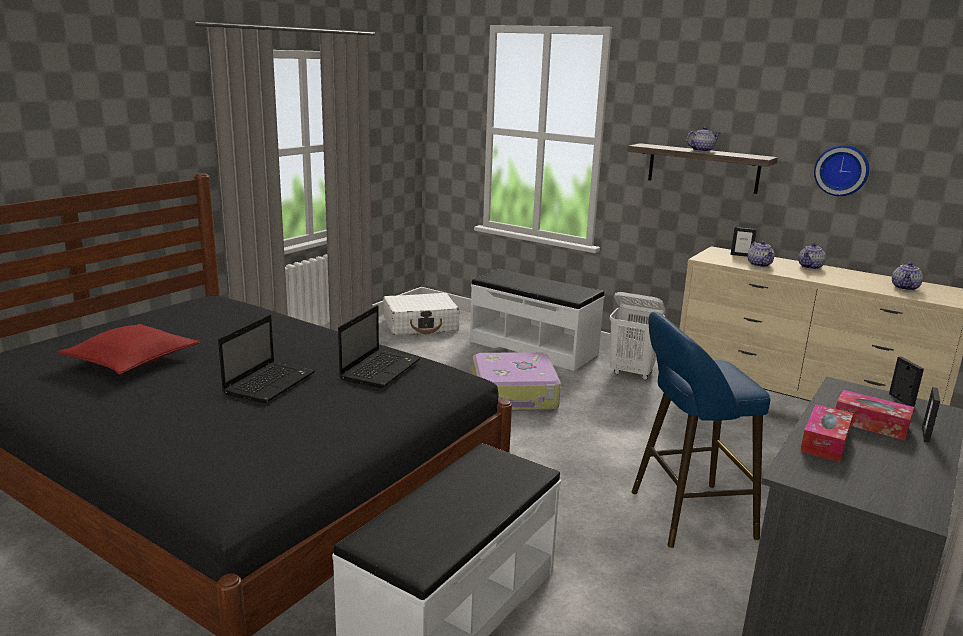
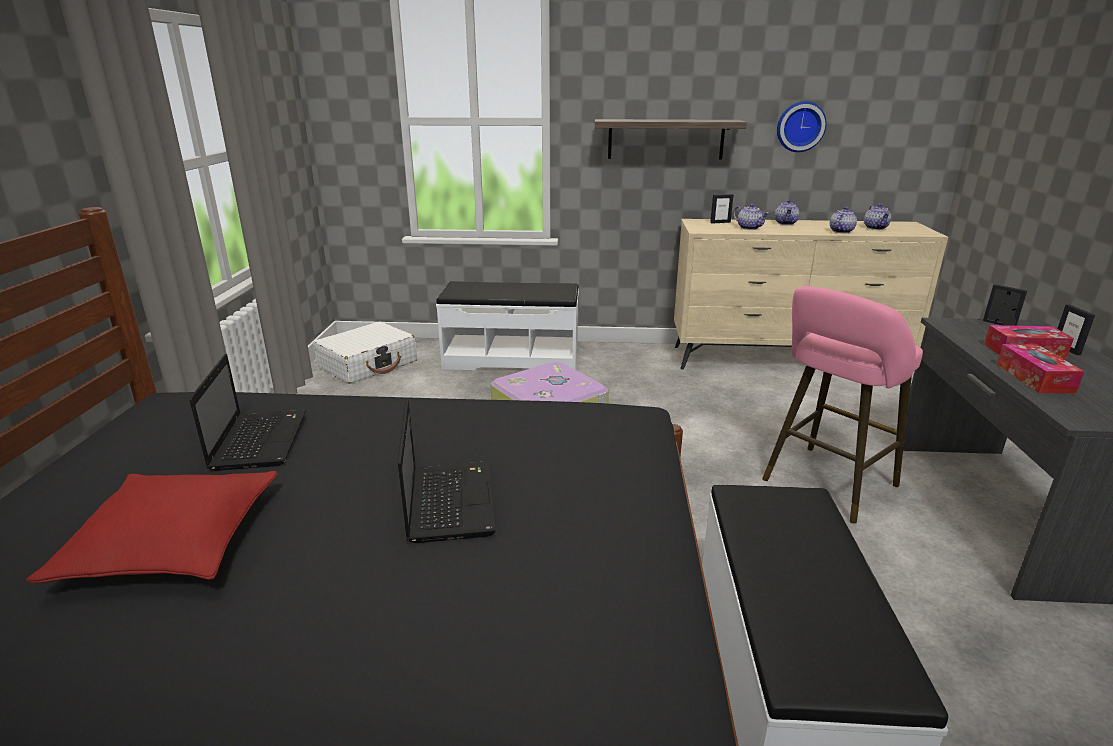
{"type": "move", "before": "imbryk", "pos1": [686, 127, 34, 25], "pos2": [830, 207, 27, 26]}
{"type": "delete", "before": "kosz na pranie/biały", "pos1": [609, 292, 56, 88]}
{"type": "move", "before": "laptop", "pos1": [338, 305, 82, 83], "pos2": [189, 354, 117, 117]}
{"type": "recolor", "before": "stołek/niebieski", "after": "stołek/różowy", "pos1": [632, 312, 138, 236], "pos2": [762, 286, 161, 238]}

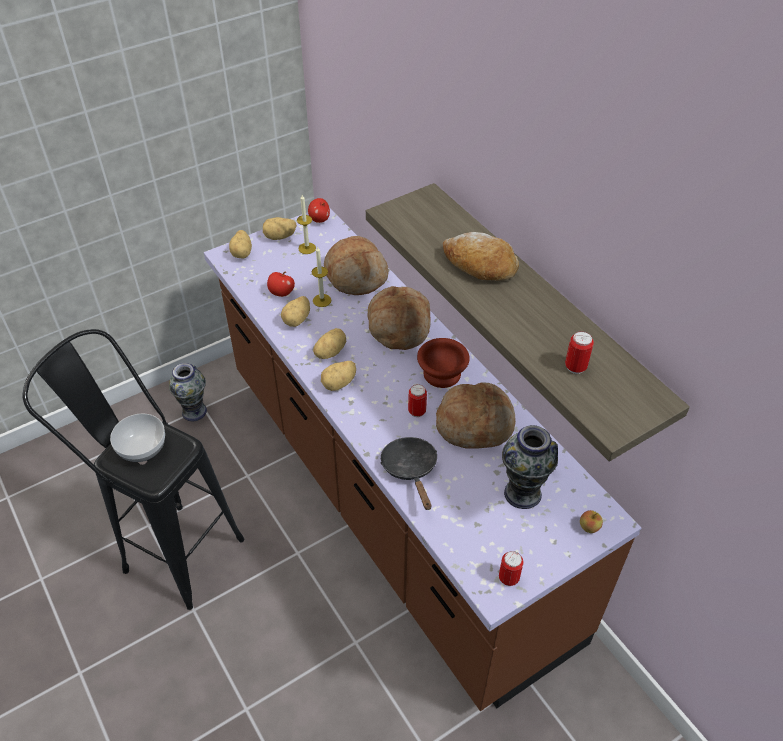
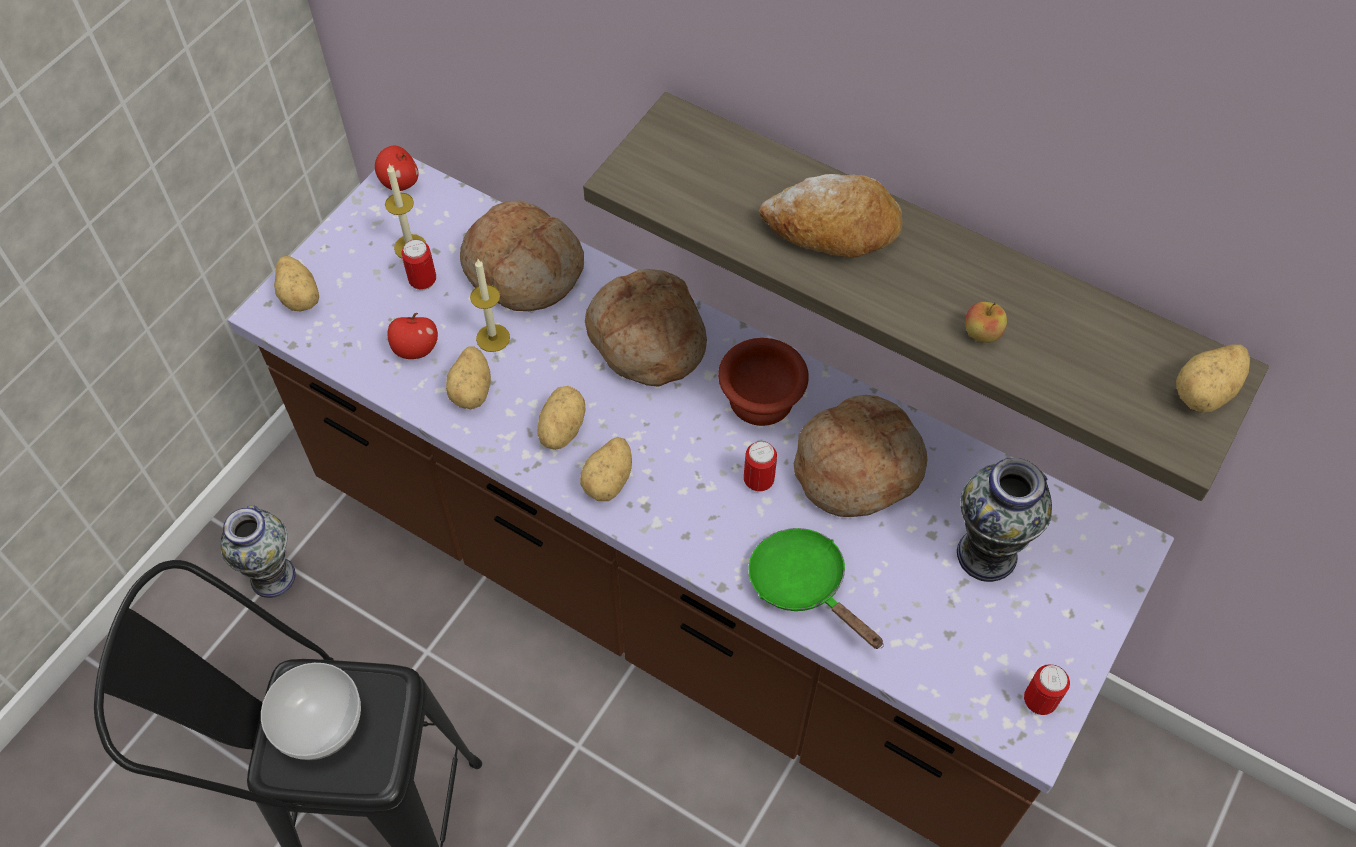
{"type": "move", "before": "ziemniak", "pos1": [263, 217, 34, 23], "pos2": [1176, 344, 74, 69]}
{"type": "move", "before": "puszka", "pos1": [565, 331, 29, 43], "pos2": [401, 239, 35, 51]}
{"type": "recolor", "before": "patelnia/czarny", "after": "patelnia/zielony", "pos1": [380, 437, 57, 73], "pos2": [749, 528, 135, 121]}
{"type": "move", "before": "jabłko", "pos1": [580, 510, 23, 23], "pos2": [965, 302, 42, 41]}

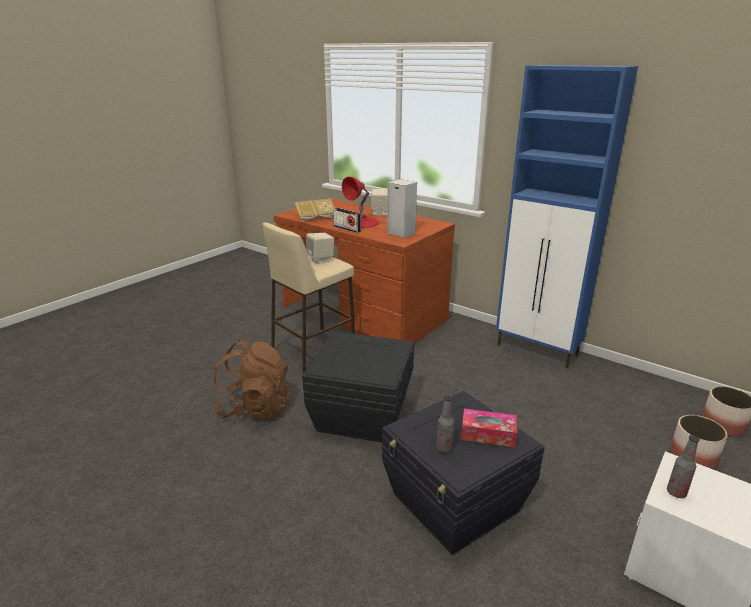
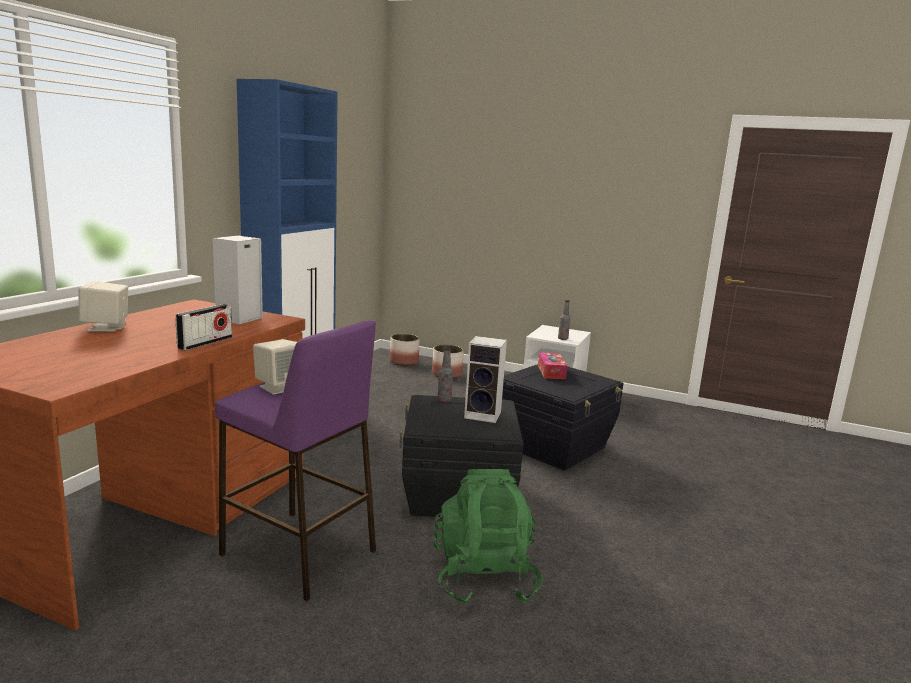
{"type": "delete", "before": "lampa stołowa/czerwony", "pos1": [342, 177, 37, 51]}
{"type": "delete", "before": "książka", "pos1": [294, 199, 41, 23]}
{"type": "recolor", "before": "stołek/beżowy", "after": "stołek/fioletowy", "pos1": [262, 223, 93, 150], "pos2": [215, 320, 161, 281]}
{"type": "recolor", "before": "plecak/brązowy", "after": "plecak/zielony", "pos1": [212, 340, 80, 79], "pos2": [433, 469, 110, 136]}
{"type": "move", "before": "butelka", "pos1": [436, 395, 18, 58], "pos2": [437, 347, 16, 55]}
{"type": "insert", "after": "głośnik", "pos2": [464, 336, 43, 87]}

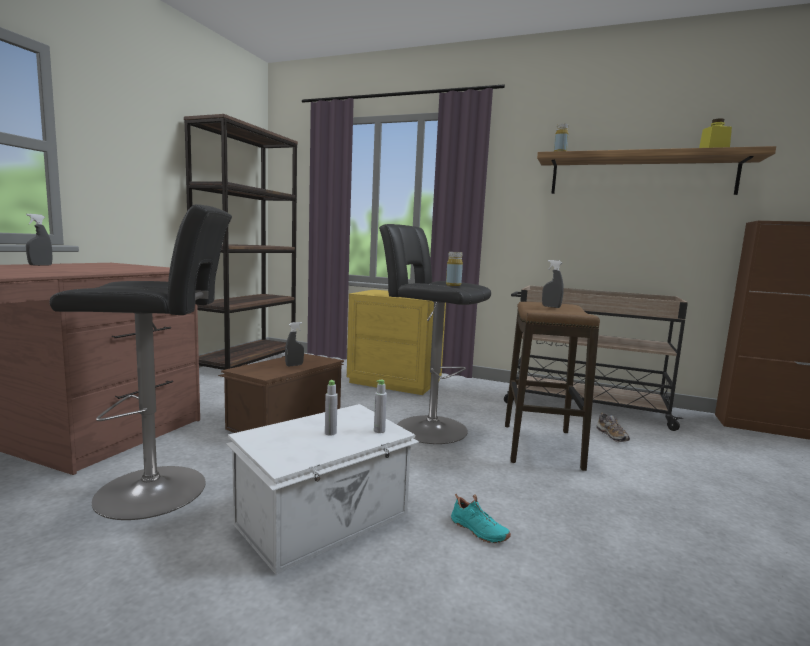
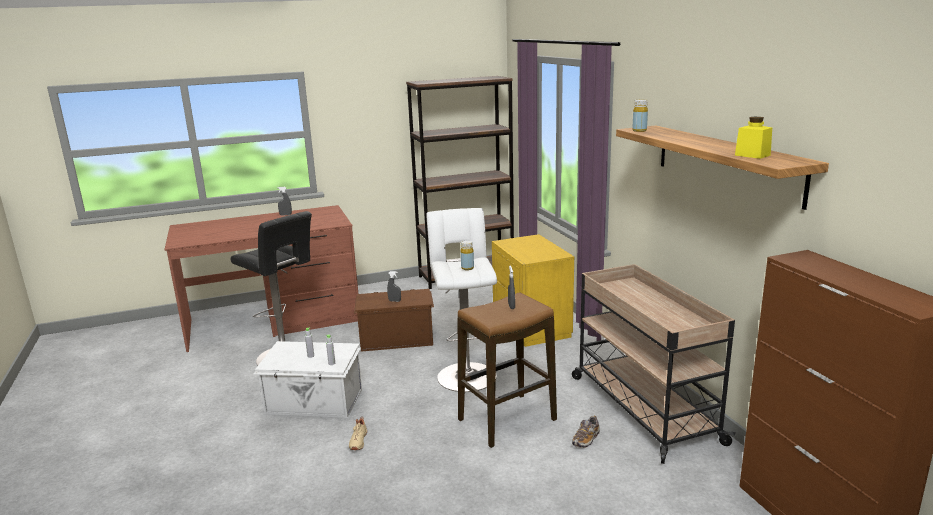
{"type": "recolor", "before": "stołek/czarny", "after": "stołek/biały", "pos1": [379, 224, 112, 220], "pos2": [426, 208, 71, 184]}
{"type": "recolor", "before": "but/turkusowy", "after": "but/beżowy", "pos1": [451, 494, 60, 49], "pos2": [349, 416, 18, 34]}

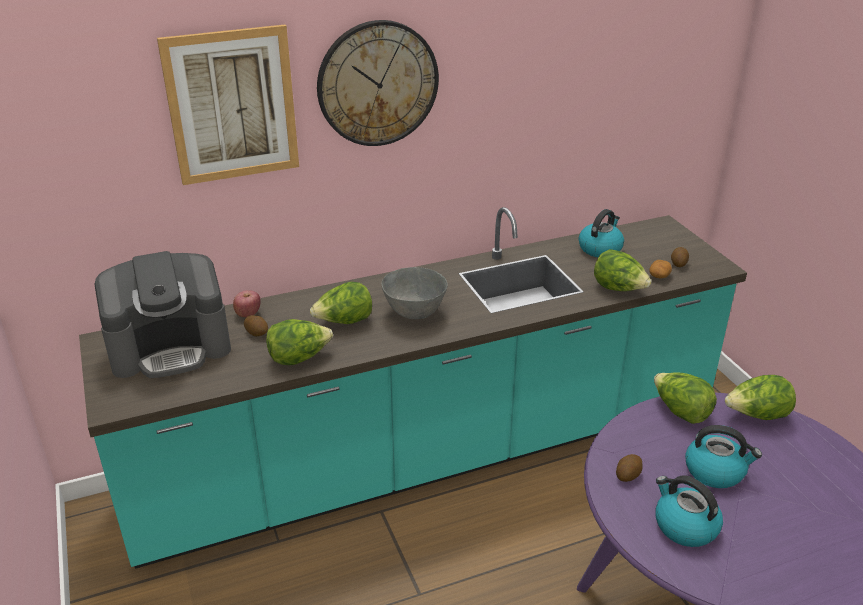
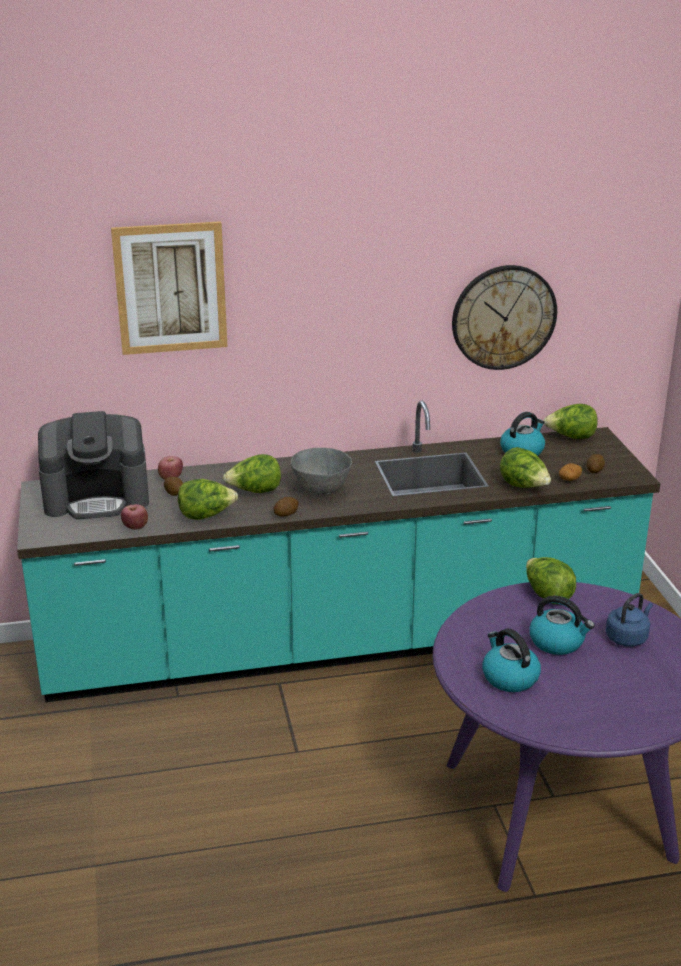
{"type": "move", "before": "zegar ścienny", "pos1": [317, 20, 122, 126], "pos2": [452, 265, 105, 105]}
{"type": "move", "before": "sałata", "pos1": [725, 375, 71, 45], "pos2": [544, 404, 54, 35]}
{"type": "move", "before": "ziemniak", "pos1": [616, 454, 27, 28], "pos2": [274, 497, 25, 20]}
{"type": "insert", "after": "jabłko", "pos2": [121, 504, 27, 26]}
{"type": "insert", "after": "czajnik/niebieski", "pos2": [606, 593, 47, 54]}

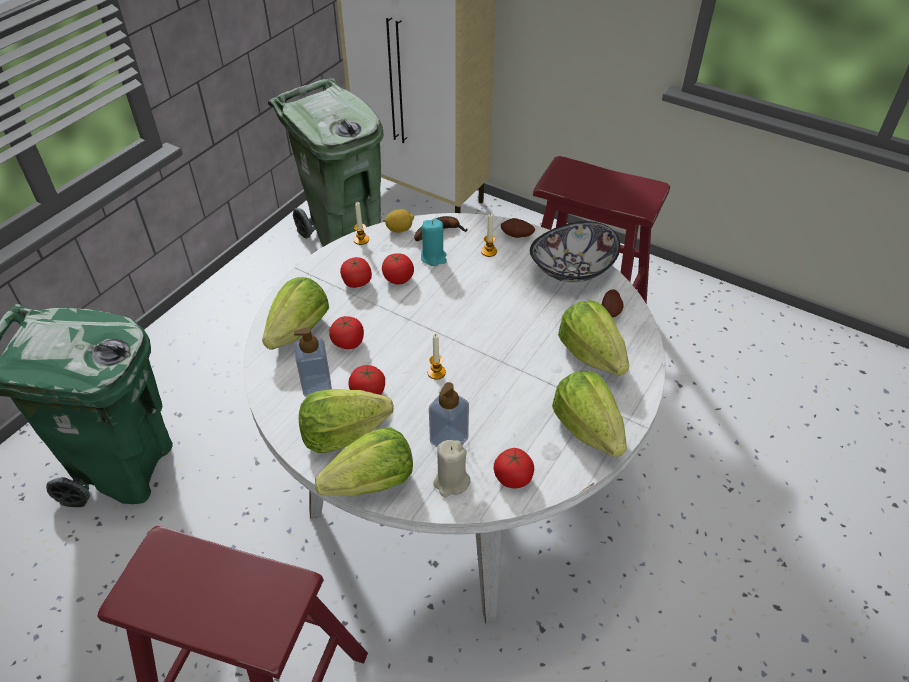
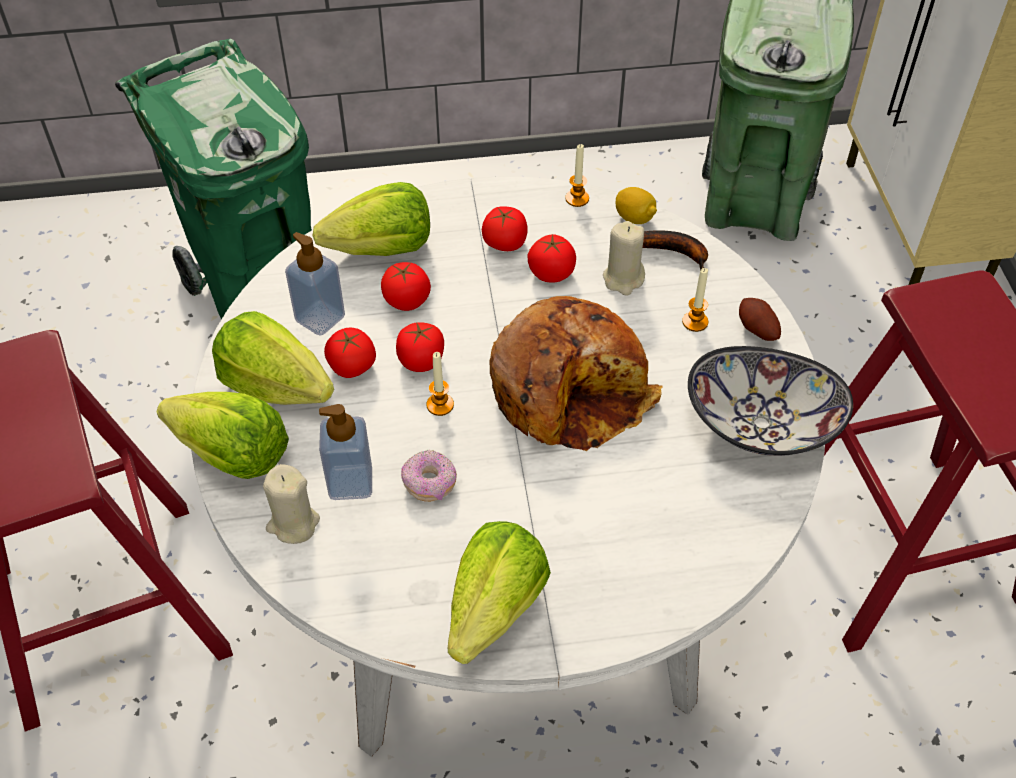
{"type": "recolor", "before": "świeca/turkusowy", "after": "świeca/beżowy", "pos1": [421, 218, 26, 48], "pos2": [603, 221, 42, 75]}
{"type": "delete", "before": "ziemniak", "pos1": [602, 289, 22, 29]}
{"type": "delete", "before": "sałata", "pos1": [558, 300, 71, 76]}
{"type": "move", "before": "pomidor", "pos1": [494, 448, 40, 40], "pos2": [396, 322, 48, 50]}
{"type": "insert", "after": "chleb", "pos2": [490, 296, 173, 155]}
{"type": "insert", "after": "donut", "pos2": [401, 450, 56, 52]}

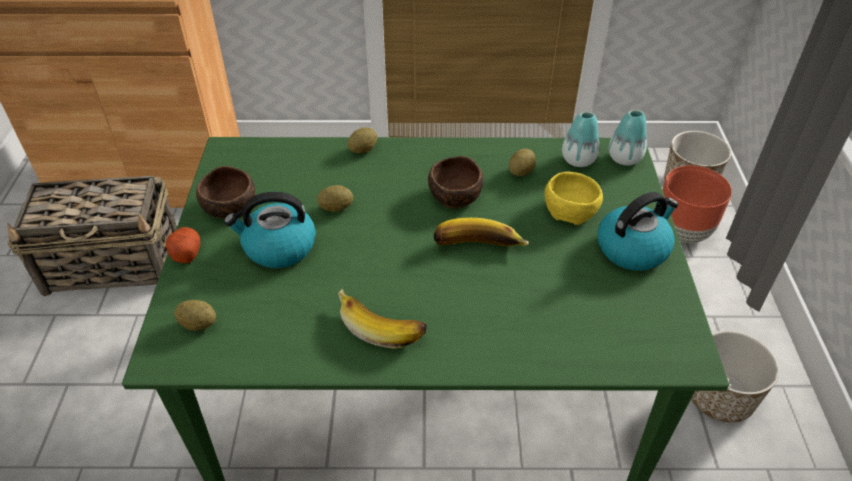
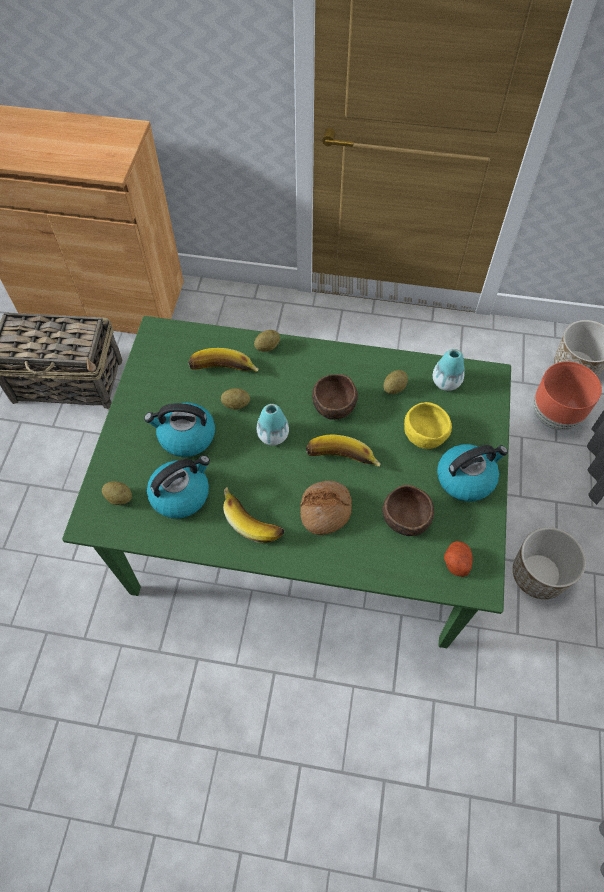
{"type": "move", "before": "wazon", "pos1": [609, 110, 38, 56], "pos2": [257, 404, 32, 41]}
{"type": "move", "before": "miska/brązowy", "pos1": [196, 166, 59, 53], "pos2": [382, 485, 52, 51]}
{"type": "move", "before": "ziemniak", "pos1": [166, 227, 34, 36], "pos2": [444, 541, 29, 36]}
{"type": "insert", "after": "banan", "pos2": [188, 348, 71, 23]}
{"type": "insert", "after": "czajnik", "pos2": [147, 455, 63, 63]}
{"type": "insert", "after": "chleb", "pos2": [300, 481, 52, 54]}

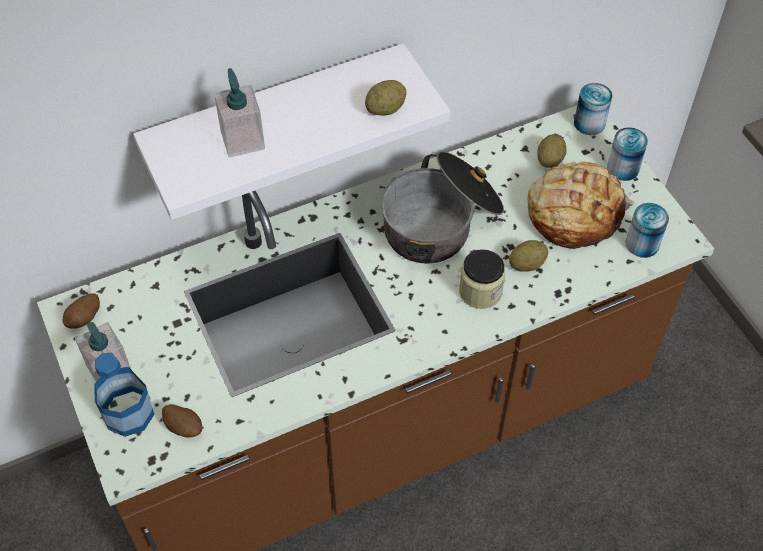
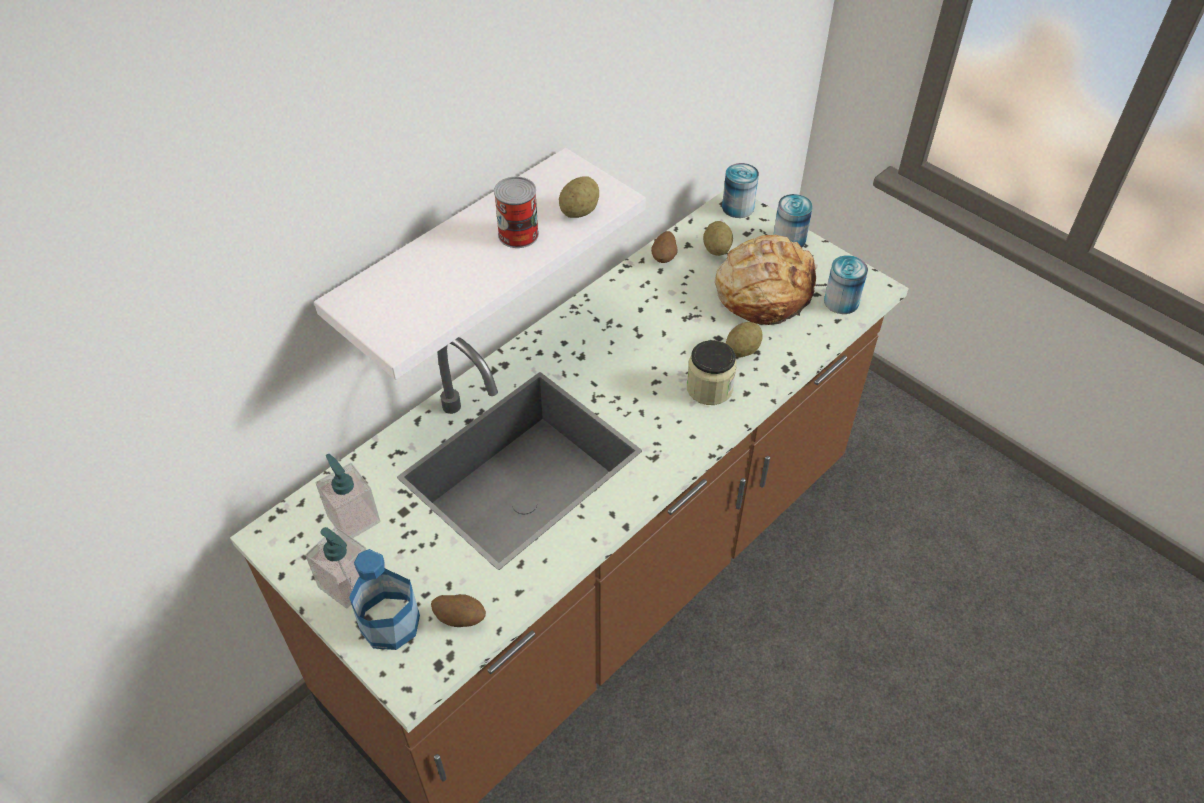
{"type": "move", "before": "dozownik mydła", "pos1": [214, 68, 51, 89], "pos2": [316, 453, 64, 85]}
{"type": "delete", "before": "garnek", "pos1": [381, 151, 123, 113]}
{"type": "move", "before": "ziemniak", "pos1": [63, 293, 37, 36], "pos2": [651, 231, 27, 32]}
{"type": "insert", "after": "puszka", "pos2": [494, 176, 45, 72]}

